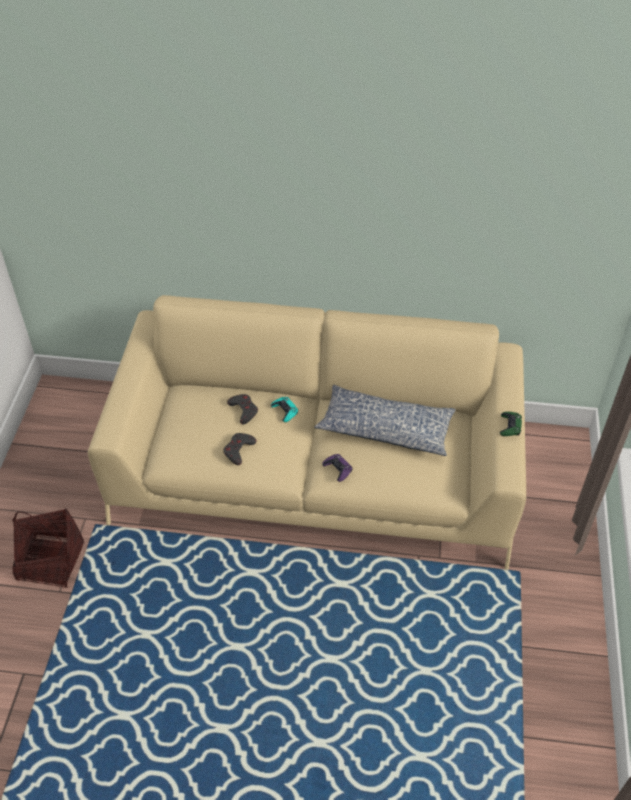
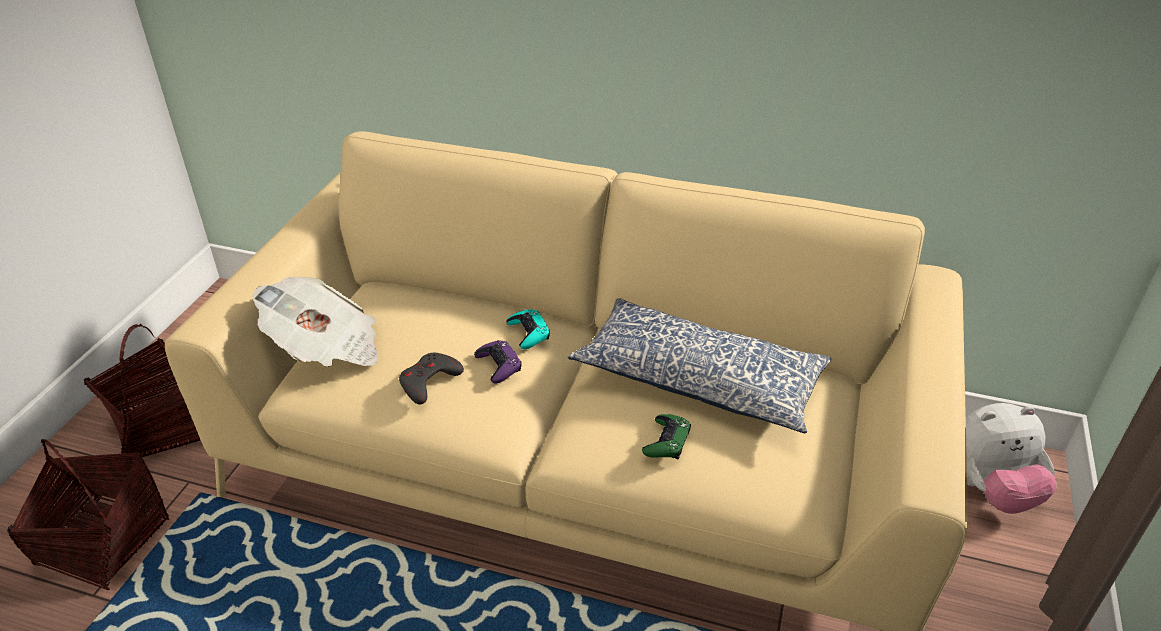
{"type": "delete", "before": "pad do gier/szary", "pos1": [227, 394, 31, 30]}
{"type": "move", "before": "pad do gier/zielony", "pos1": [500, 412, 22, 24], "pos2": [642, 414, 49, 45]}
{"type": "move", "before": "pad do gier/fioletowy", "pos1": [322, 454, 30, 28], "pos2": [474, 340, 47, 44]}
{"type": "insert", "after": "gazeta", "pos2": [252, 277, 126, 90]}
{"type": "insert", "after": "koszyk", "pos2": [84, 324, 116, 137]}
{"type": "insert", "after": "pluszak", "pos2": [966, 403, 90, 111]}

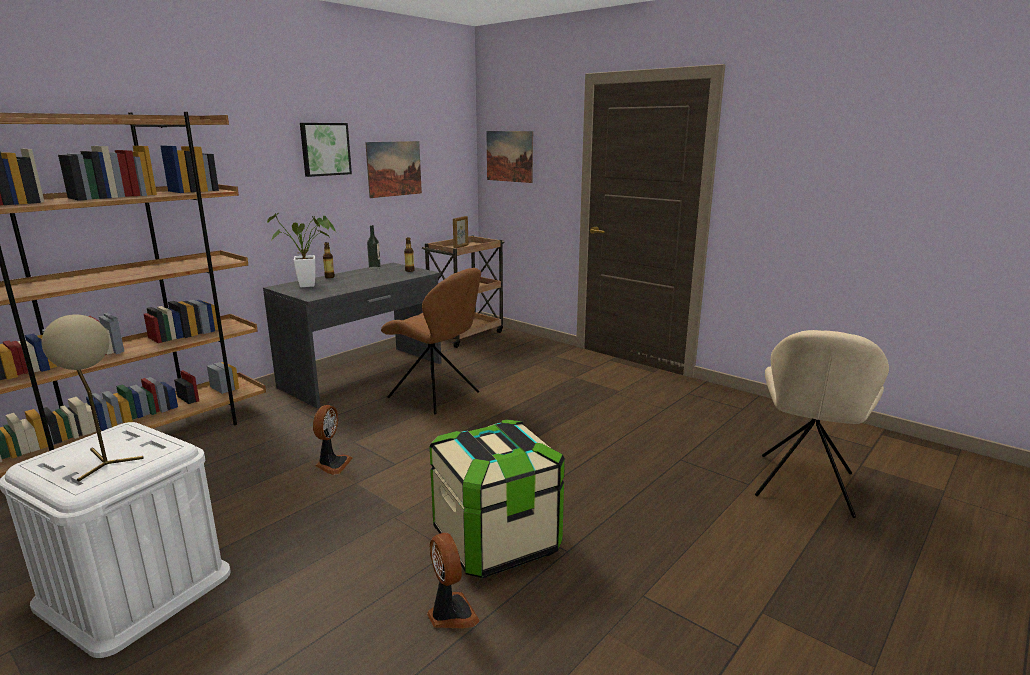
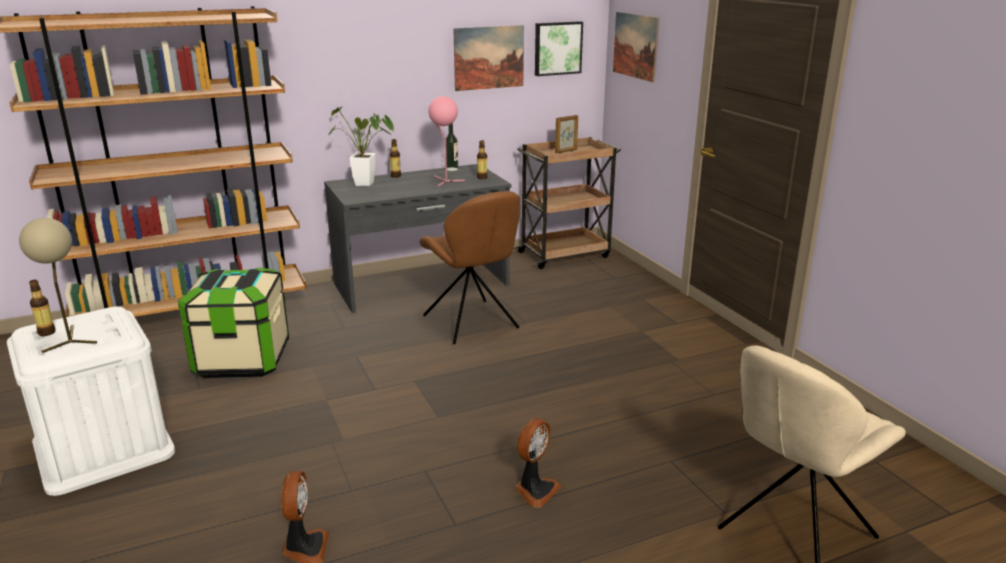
{"type": "move", "before": "obraz", "pos1": [300, 123, 52, 54], "pos2": [535, 21, 48, 55]}
{"type": "move", "before": "wentylator", "pos1": [313, 405, 39, 70], "pos2": [515, 418, 47, 89]}
{"type": "move", "before": "pojemnik do przechowywania", "pos1": [430, 420, 135, 158], "pos2": [178, 268, 111, 110]}
{"type": "insert", "after": "lampa stołowa/różowy", "pos2": [428, 96, 36, 91]}
{"type": "insert", "after": "butelka", "pos2": [29, 280, 27, 56]}

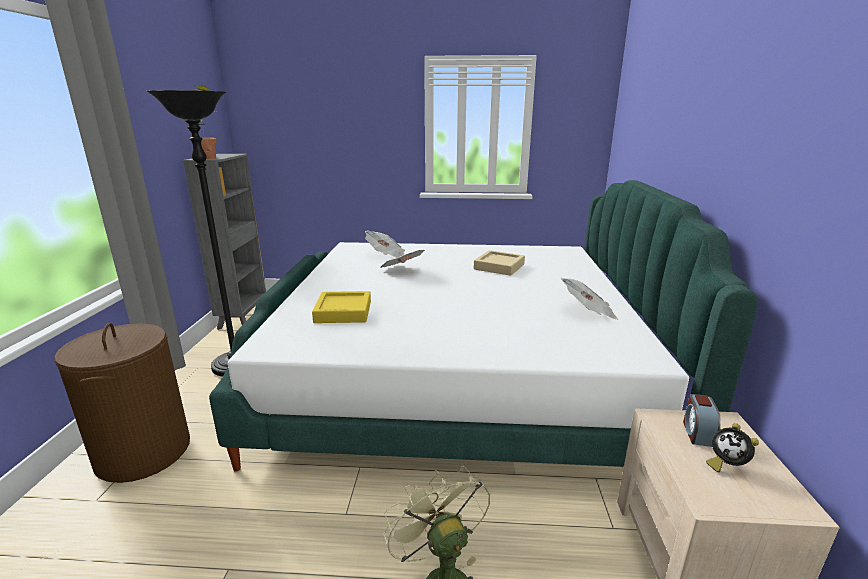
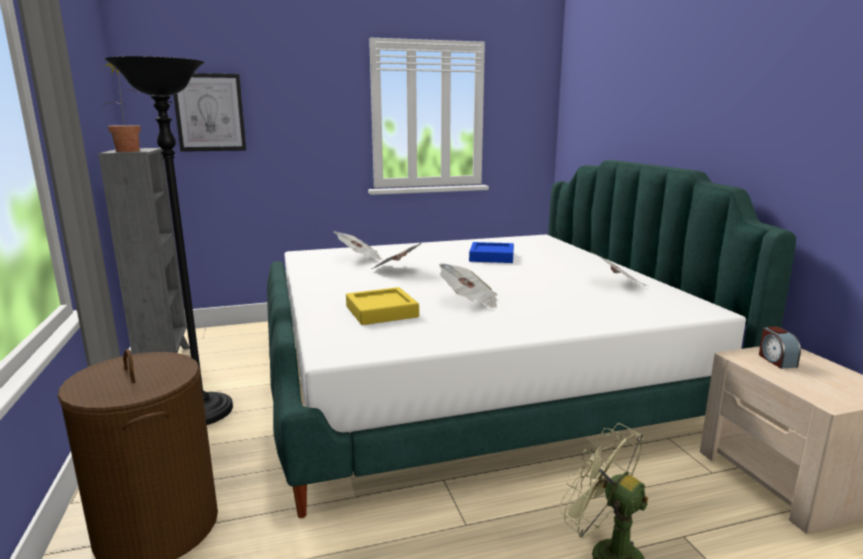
{"type": "recolor", "before": "taca/beżowy", "after": "taca/niebieski", "pos1": [474, 250, 51, 26], "pos2": [469, 242, 45, 21]}
{"type": "delete", "before": "budzik", "pos1": [706, 423, 53, 49]}
{"type": "insert", "after": "obraz", "pos2": [173, 73, 73, 79]}
{"type": "insert", "after": "gazeta", "pos2": [439, 263, 58, 45]}

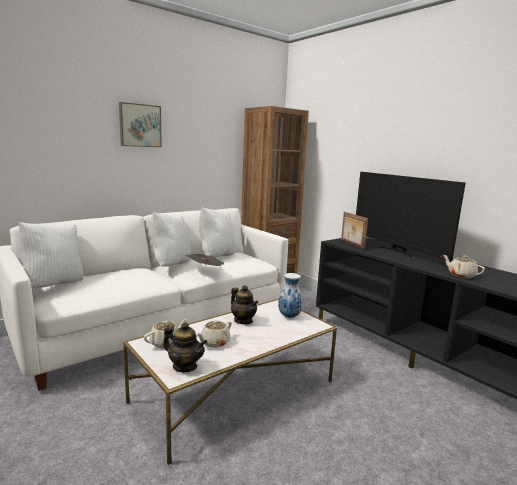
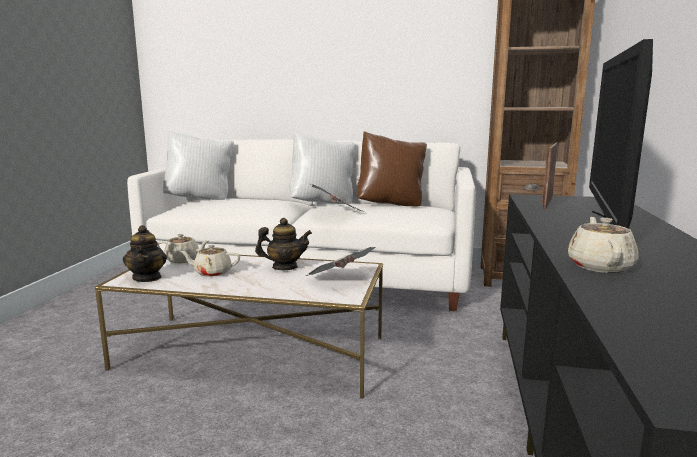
{"type": "delete", "before": "obraz", "pos1": [119, 102, 43, 45]}
{"type": "recolor", "before": "poduszka/biały", "after": "poduszka/brązowy", "pos1": [199, 207, 36, 50], "pos2": [357, 131, 70, 75]}
{"type": "replace", "before": "wazon", "after": "gazeta", "pos1": [278, 273, 25, 45], "pos2": [306, 247, 70, 29]}
{"type": "rotate", "before": "imbryk", "pos1": [231, 285, 27, 39], "pos2": [255, 218, 57, 52], "turn": -105}

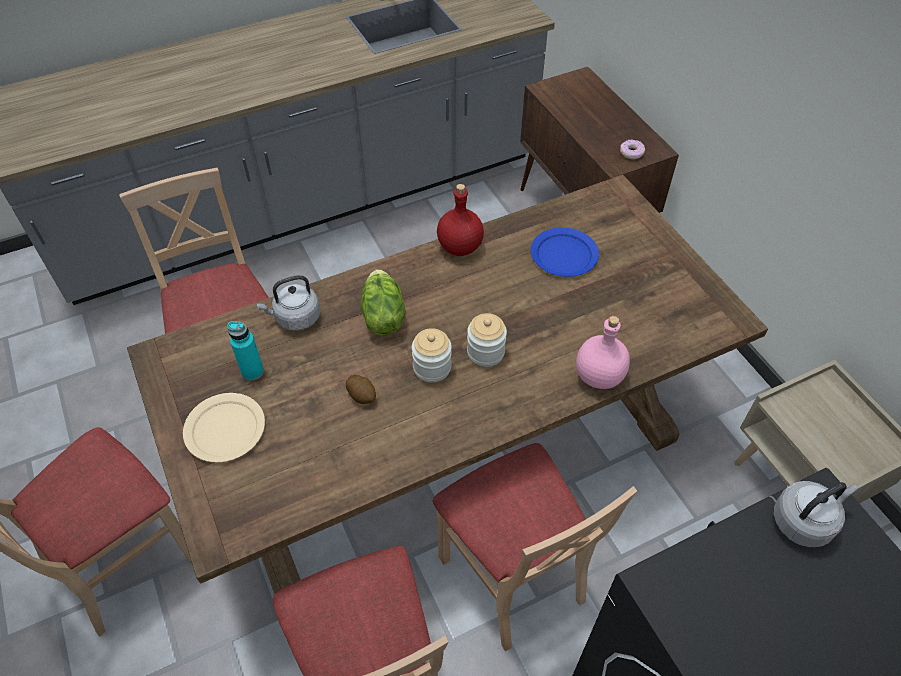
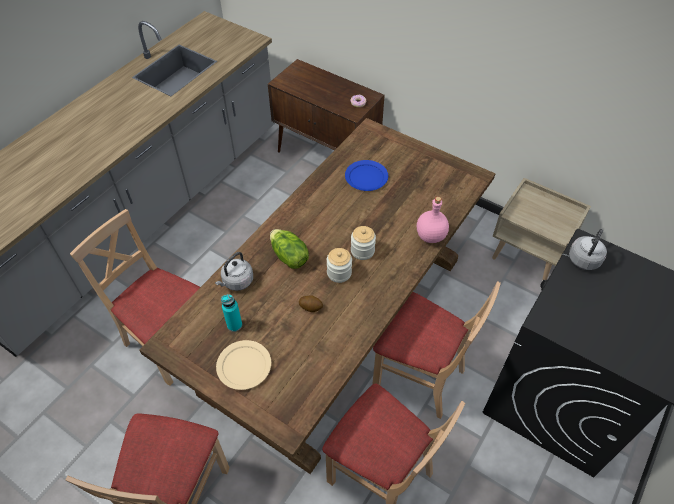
{"type": "delete", "before": "butelka/czerwony", "pos1": [437, 184, 47, 72]}

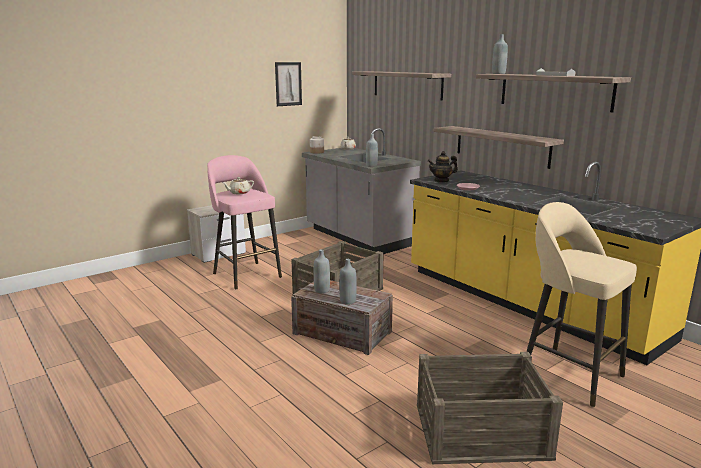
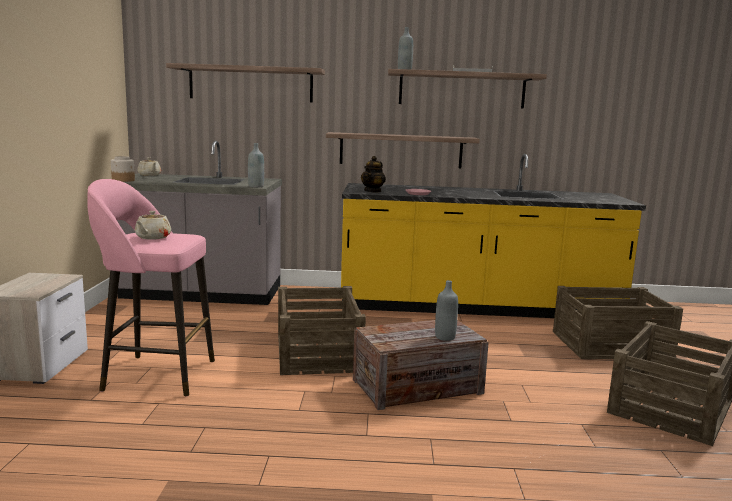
{"type": "delete", "before": "obraz", "pos1": [275, 62, 27, 44]}
{"type": "replace", "before": "stołek/beżowy", "after": "skrzynka", "pos1": [526, 202, 111, 205], "pos2": [553, 286, 130, 73]}
{"type": "delete", "before": "butelka/szary", "pos1": [314, 249, 16, 44]}

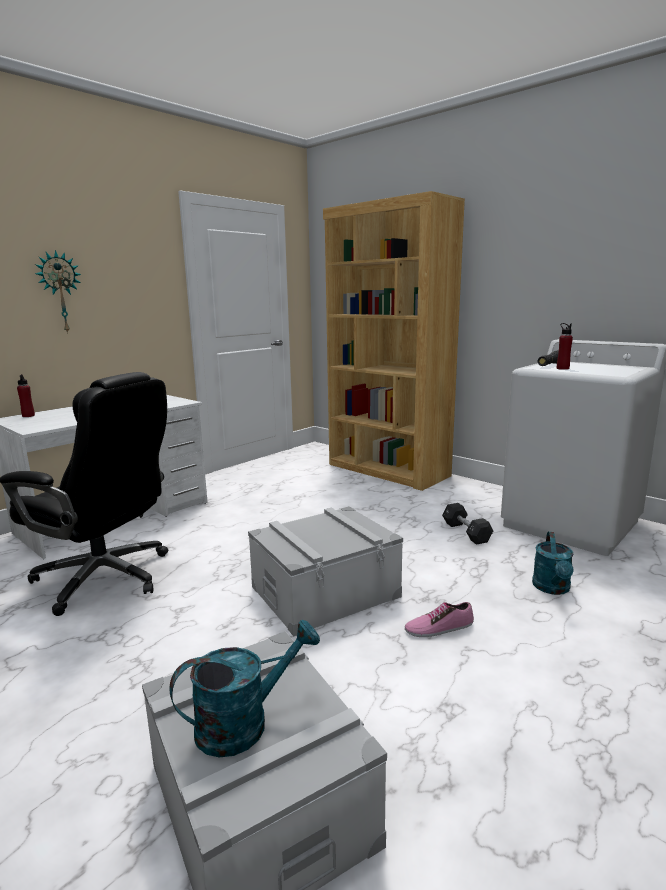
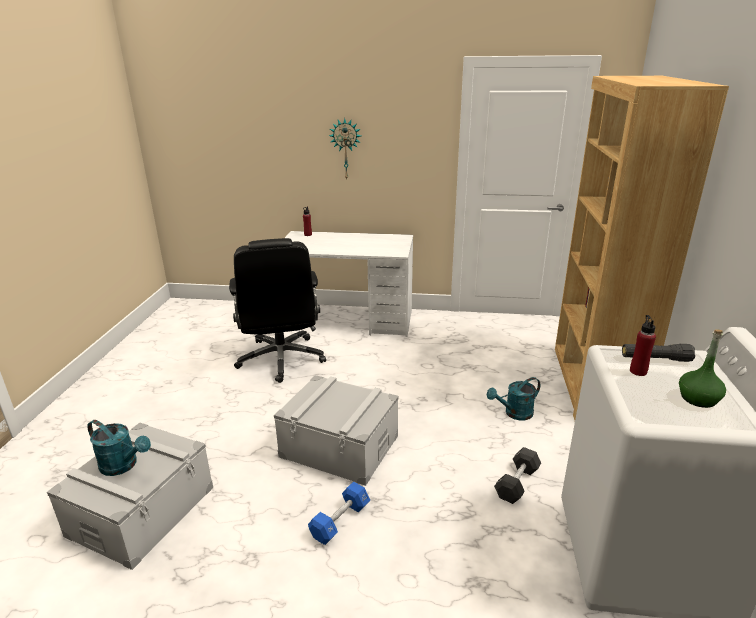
{"type": "move", "before": "konewka/turkusowy", "pos1": [532, 532, 42, 63], "pos2": [487, 377, 53, 43]}
{"type": "replace", "before": "but", "after": "hantel/niebieski", "pos1": [405, 602, 69, 35], "pos2": [308, 482, 62, 63]}
{"type": "insert", "after": "butelka/zielony", "pos2": [679, 329, 47, 79]}

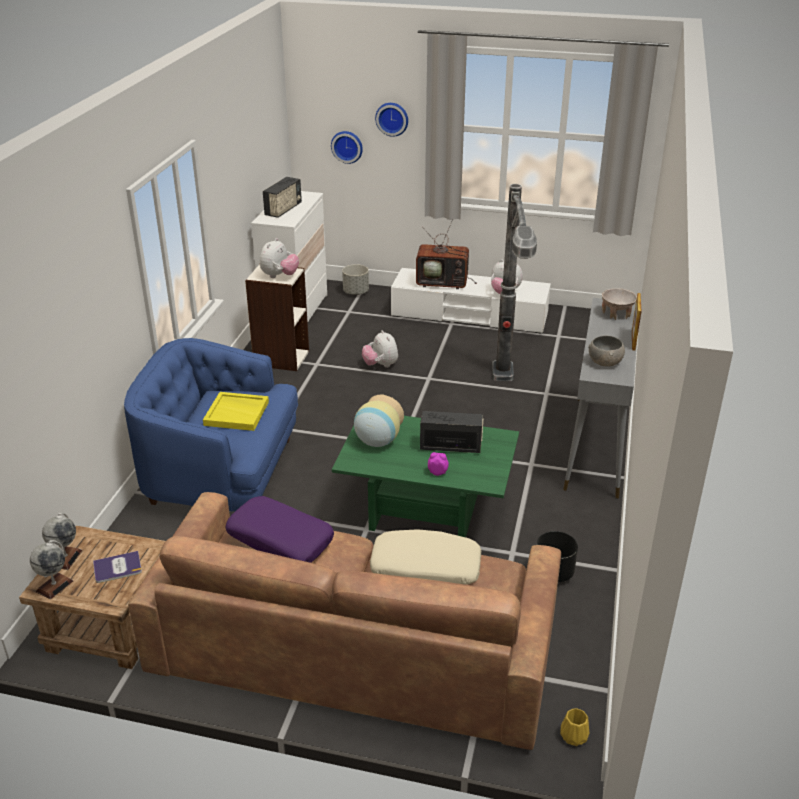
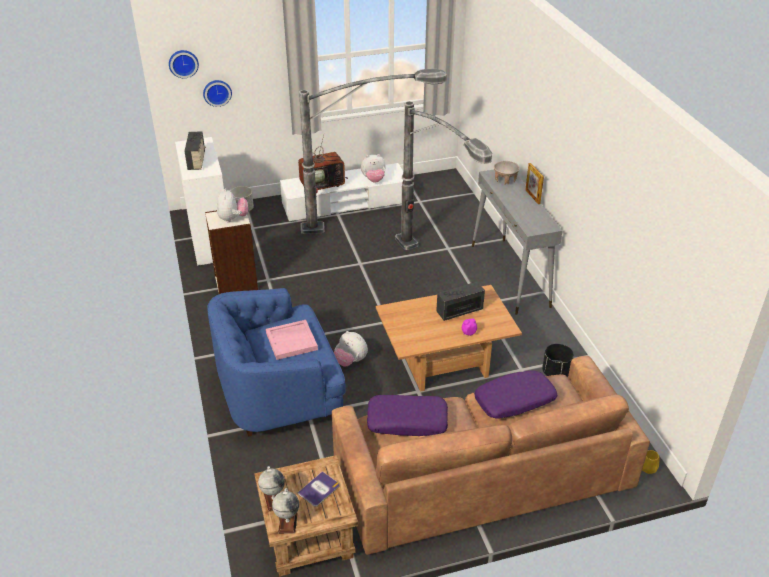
{"type": "move", "before": "zegar ścienny", "pos1": [375, 103, 33, 34], "pos2": [169, 50, 30, 28]}
{"type": "move", "before": "pluszak", "pos1": [362, 330, 36, 38], "pos2": [334, 331, 34, 35]}
{"type": "delete", "before": "miska/szary", "pos1": [588, 336, 37, 31]}
{"type": "recolor", "before": "taca/żółty", "after": "taca/różowy", "pos1": [203, 392, 66, 39], "pos2": [266, 320, 52, 40]}
{"type": "delete", "before": "wazon", "pos1": [354, 394, 50, 53]}
{"type": "recolor", "before": "ława/zielony", "after": "ława/brązowy", "pos1": [332, 416, 187, 121], "pos2": [376, 285, 146, 107]}
{"type": "recolor", "before": "poduszka/beżowy", "after": "poduszka/fioletowy", "pos1": [370, 529, 111, 56], "pos2": [474, 370, 84, 49]}
{"type": "insert", "after": "lampa stojąca", "pos2": [299, 69, 148, 165]}

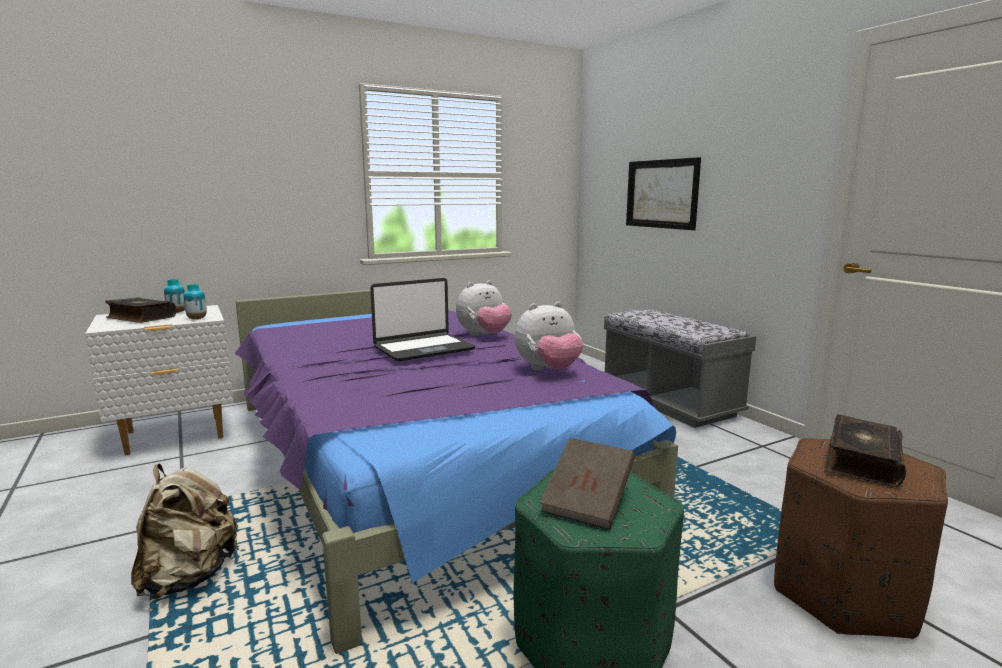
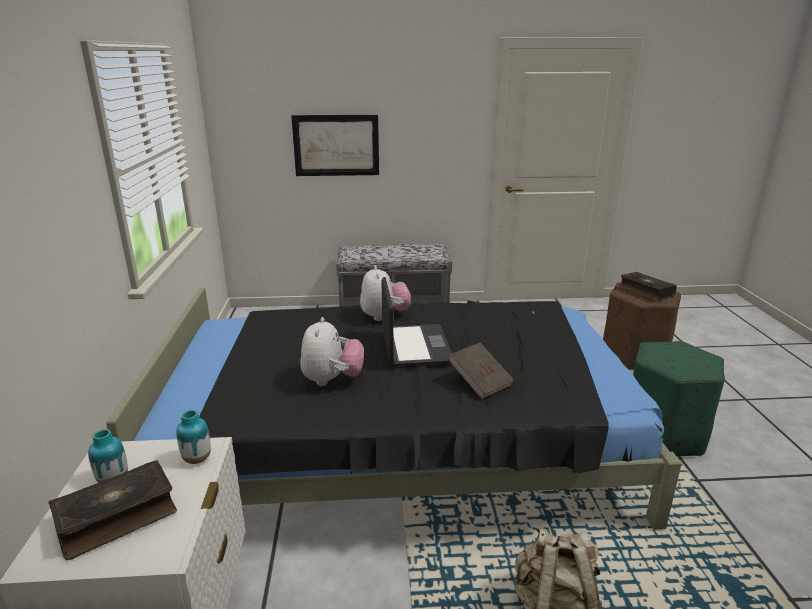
{"type": "recolor", "before": "łóżko/fioletowy", "after": "łóżko/czarny", "pos1": [235, 290, 443, 364], "pos2": [106, 288, 576, 242]}
{"type": "move", "before": "pluszak", "pos1": [515, 302, 68, 68], "pos2": [300, 317, 64, 69]}
{"type": "move", "before": "książka/brązowy", "pos1": [540, 438, 95, 91], "pos2": [448, 343, 66, 56]}

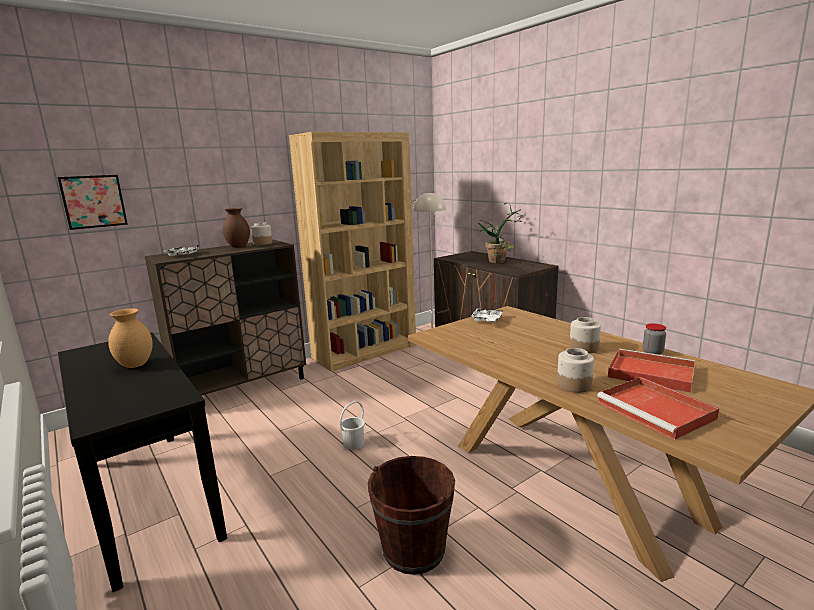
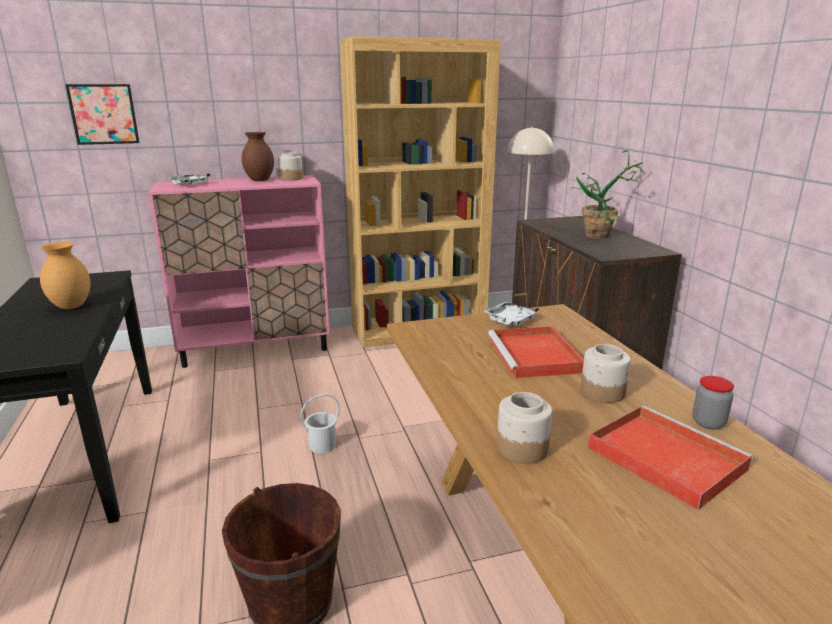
{"type": "recolor", "before": "szafka/brązowy", "after": "szafka/różowy", "pos1": [145, 240, 161, 156], "pos2": [149, 175, 181, 193]}
{"type": "move", "before": "taca/czerwony", "pos1": [597, 377, 122, 63], "pos2": [488, 326, 96, 52]}

